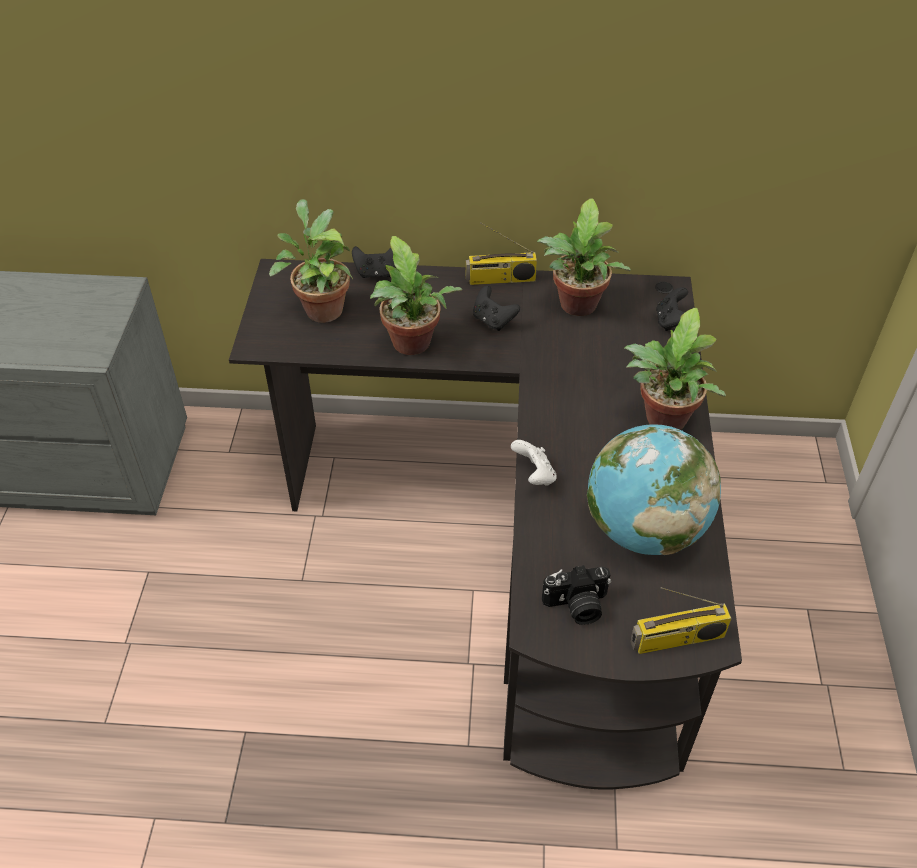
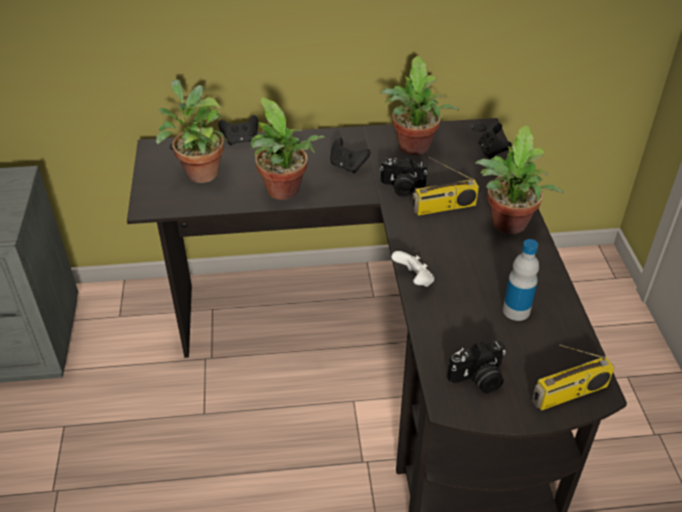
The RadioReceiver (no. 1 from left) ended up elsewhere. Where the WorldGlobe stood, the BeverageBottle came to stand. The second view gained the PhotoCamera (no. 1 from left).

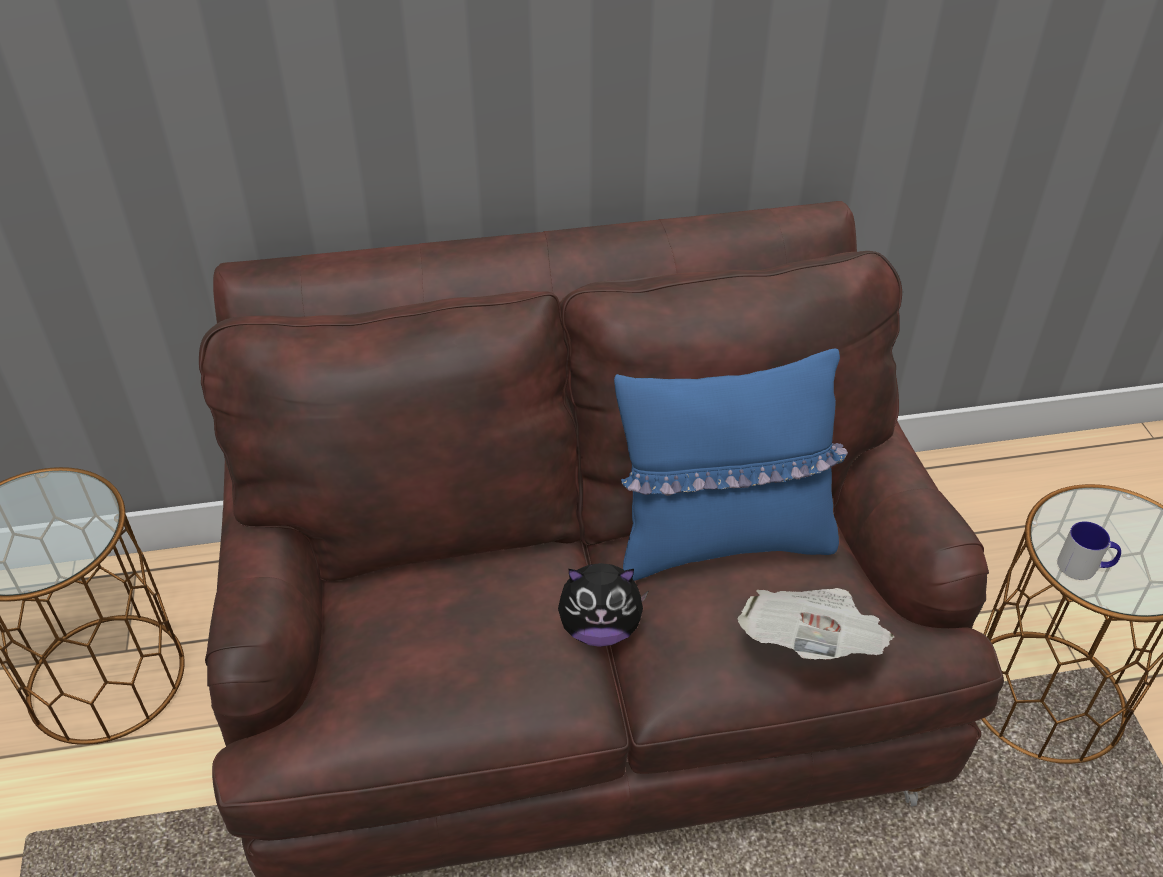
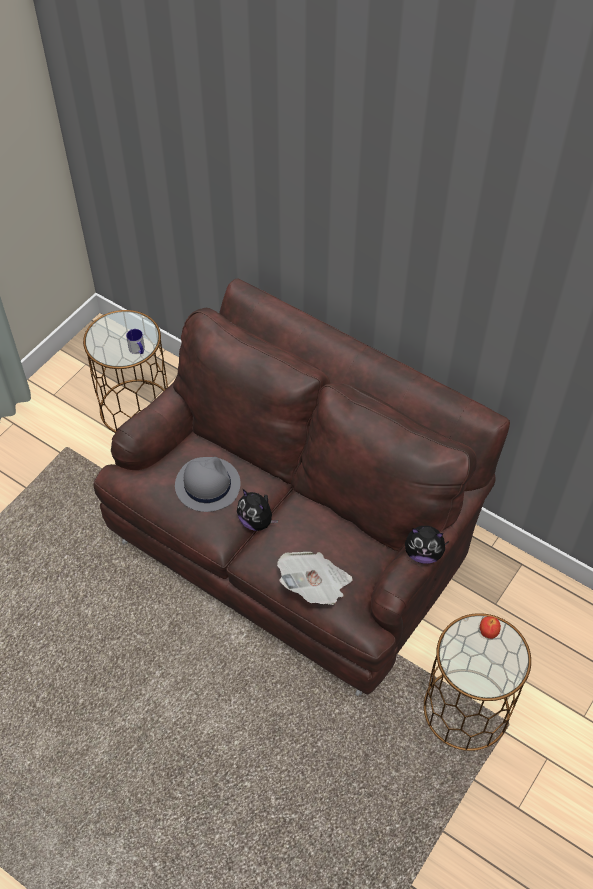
The second view lost the BlueThrowPillow. The Mug ended up elsewhere. The second view gained the GrayClothingHat. The second view gained the PlushToy (no. 2 from left). The second view gained the AppleFruit.

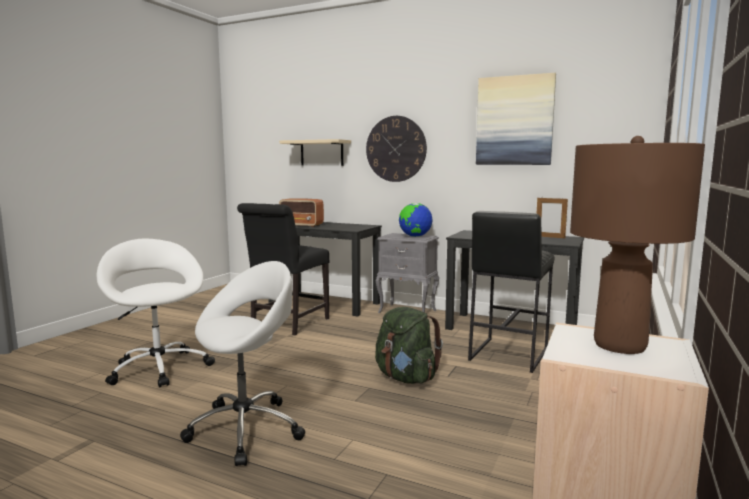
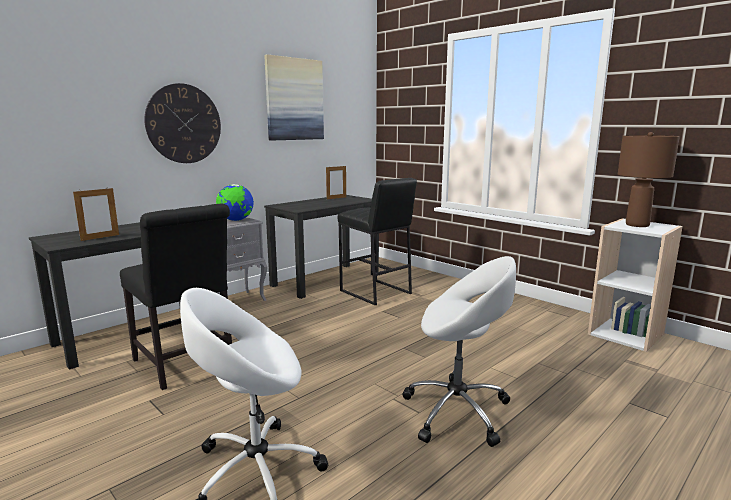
The WhiteColouredComputerChair (no. 2 from left) ended up facing another way, 120 degrees clockwise from before. The second view lost the SandColouredShelf. Where the RadioReceiver stood, the PhotoFrame (no. 1 from left) came to stand. The second view lost the GreenishKnapsack.

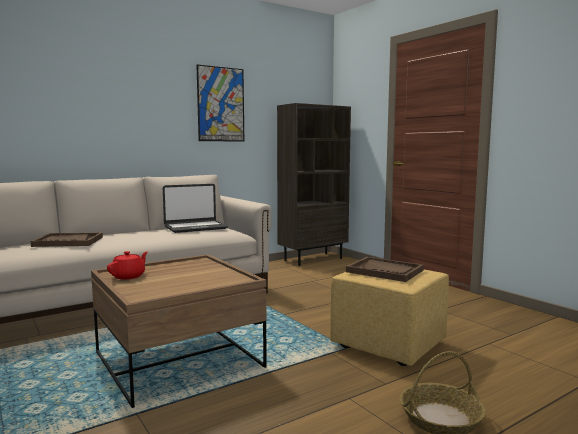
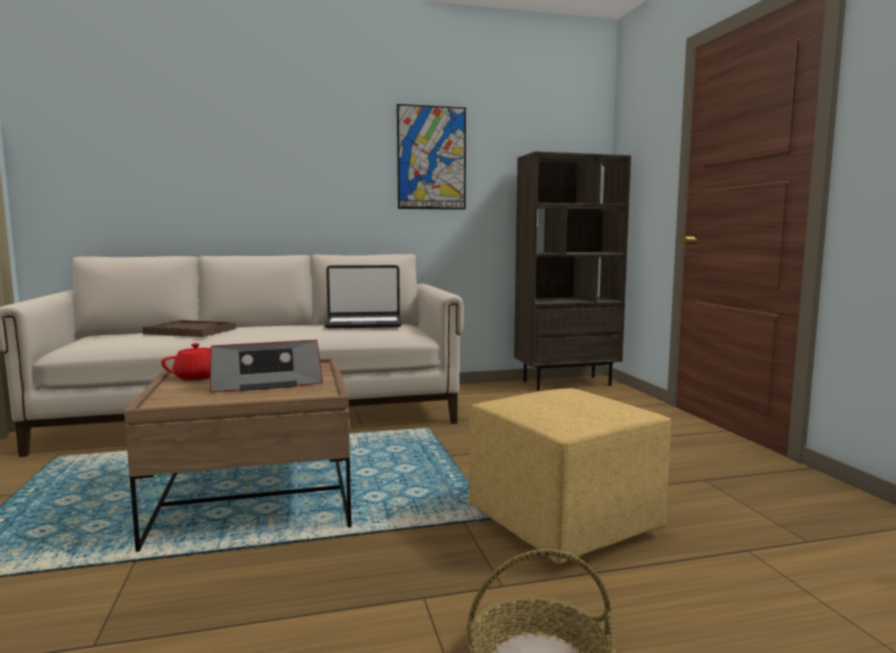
The second view lost the BrownColouredTray (no. 2 from left). The second view gained the RadioReceiver.

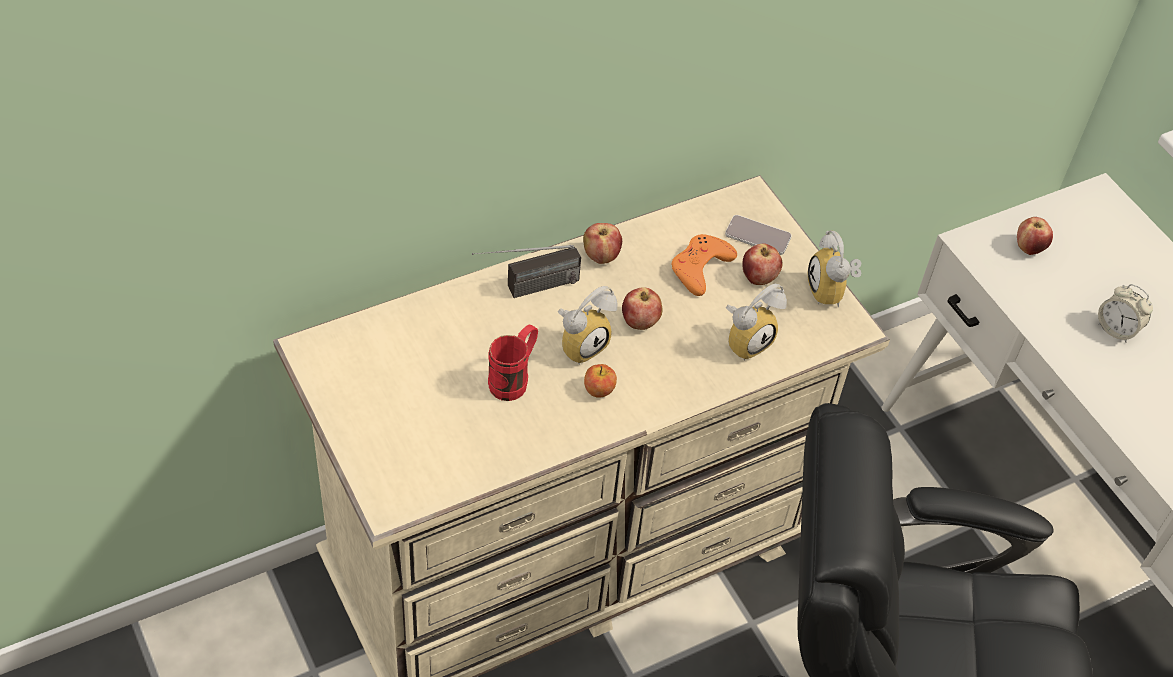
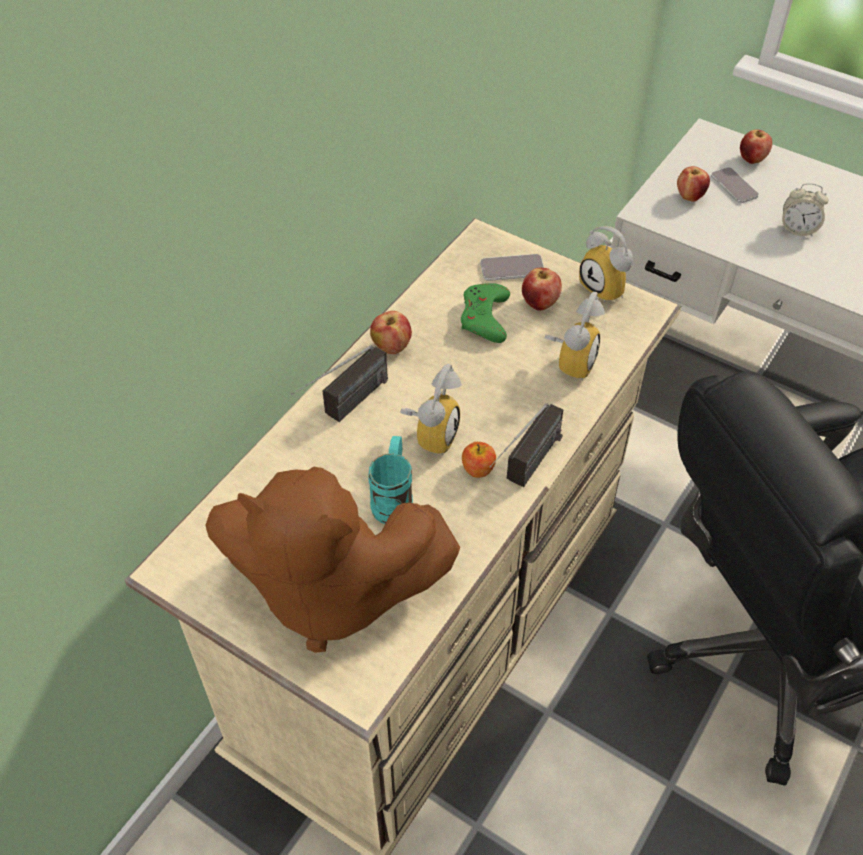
What was the RedMug turned into the BlueGreenMug. The AppleFruit (no. 3 from left in the first image) ended up elsewhere. What was the OrangeGamepad turned into the GreenishGamepad. The second view gained the BrownColouredPlushToy. The second view gained the RadioReceiver (no. 2 from left). The second view gained the Telephone (no. 2 from left).

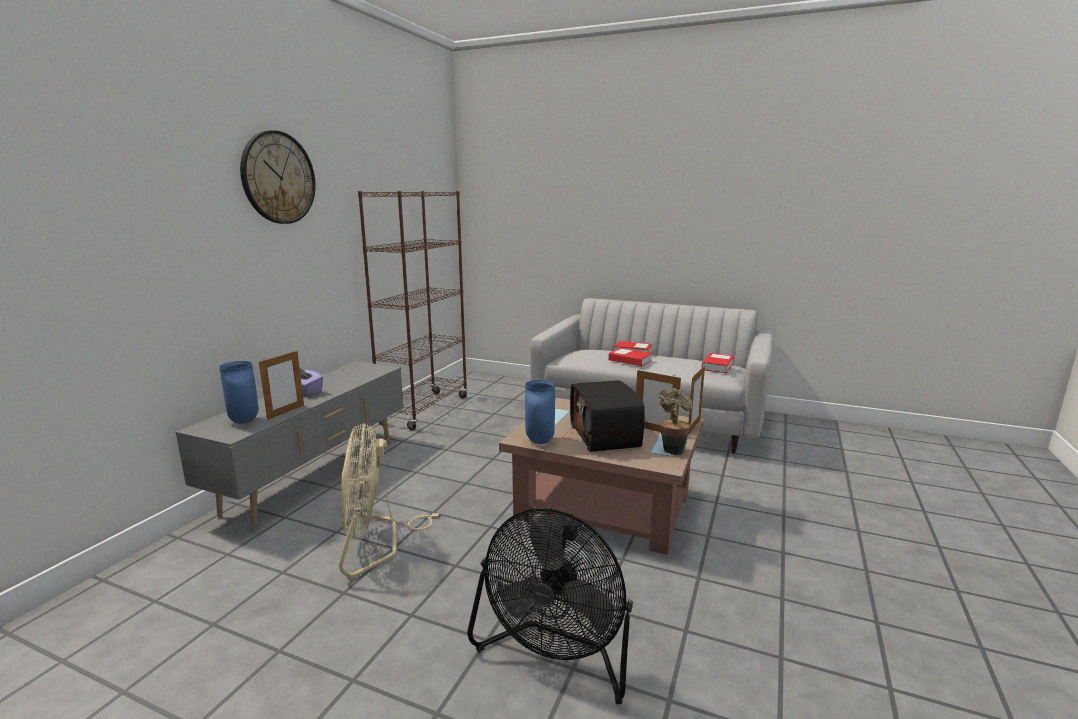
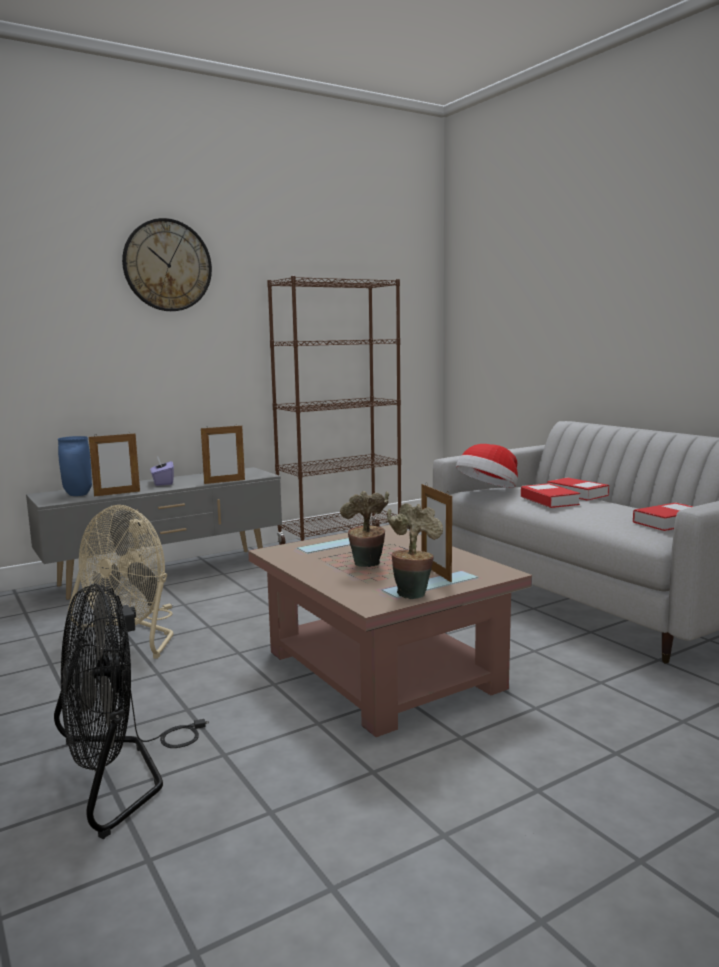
The SandColouredCoolingFan ended up facing another way, 75 degrees counterclockwise from before. The second view lost the BlueVase (no. 2 from left). Where the RadioReceiver stood, the Houseplant (no. 1 from left) came to stand. The PhotoFrame (no. 3 from left in the first image) ended up elsewhere. The second view gained the ClothingHat.

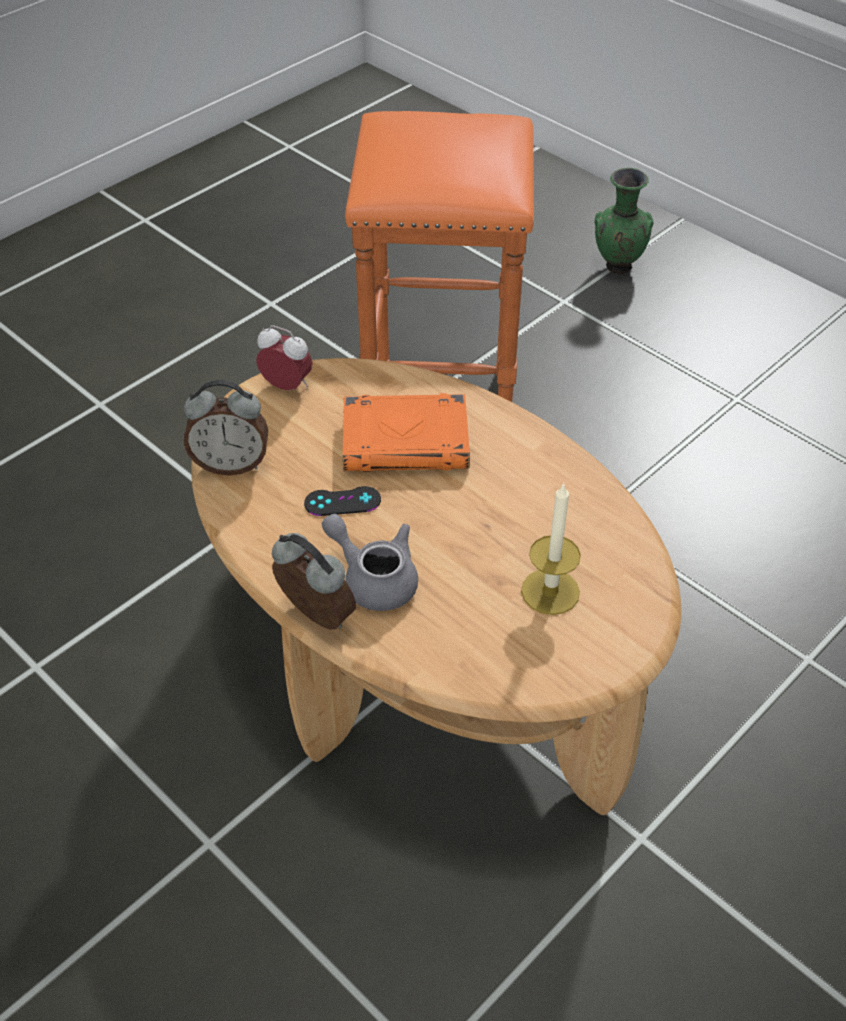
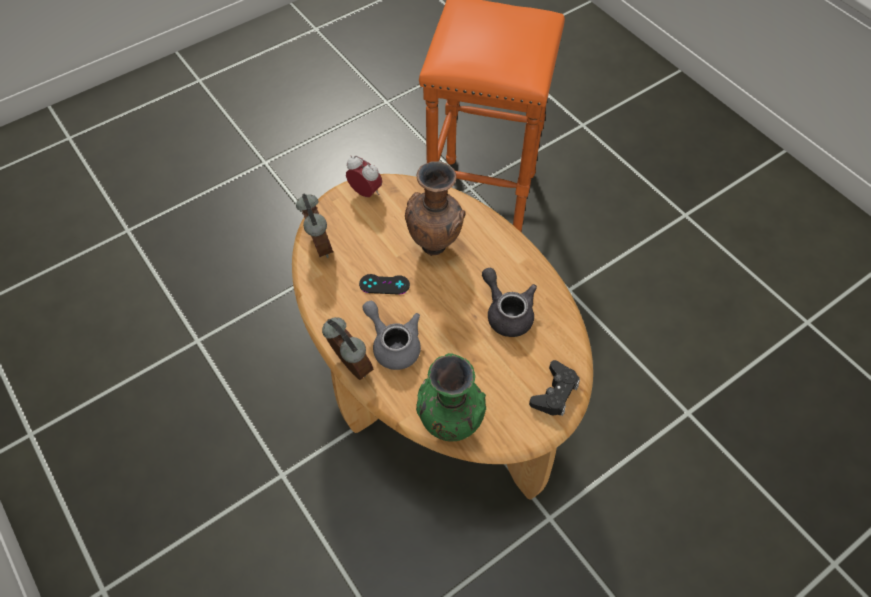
The AlarmClock (no. 1 from left) ended up facing another way, 120 degrees counterclockwise from before. Where the OrangeBook stood, the BrownColouredVase came to stand. The second view lost the WaxLight. The GreenishVase ended up elsewhere. The second view gained the GrayTeaPot (no. 2 from left). The second view gained the BlackishGamepad (no. 2 from left).

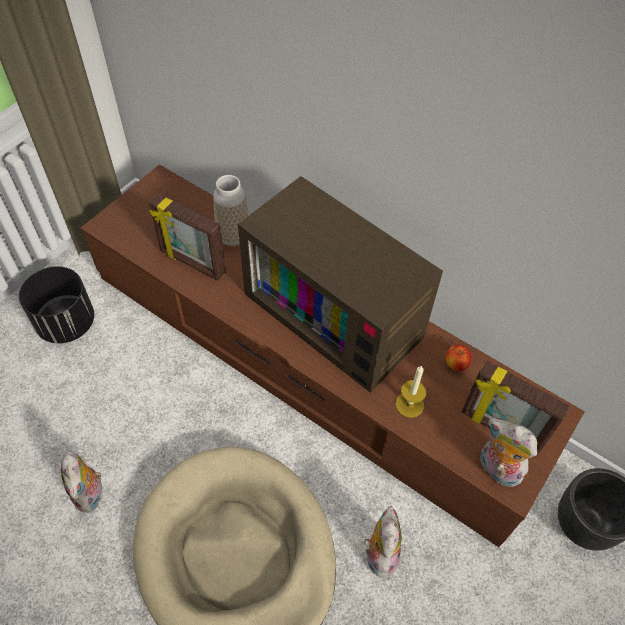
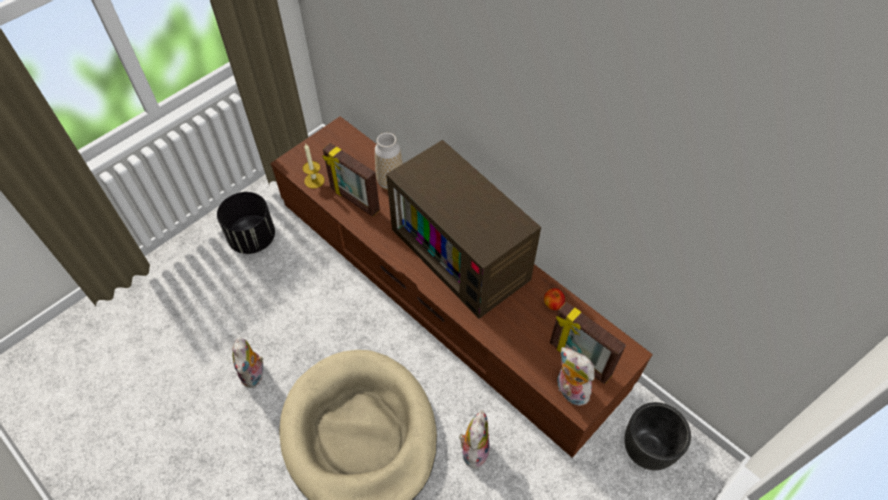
The WaxLight ended up elsewhere.

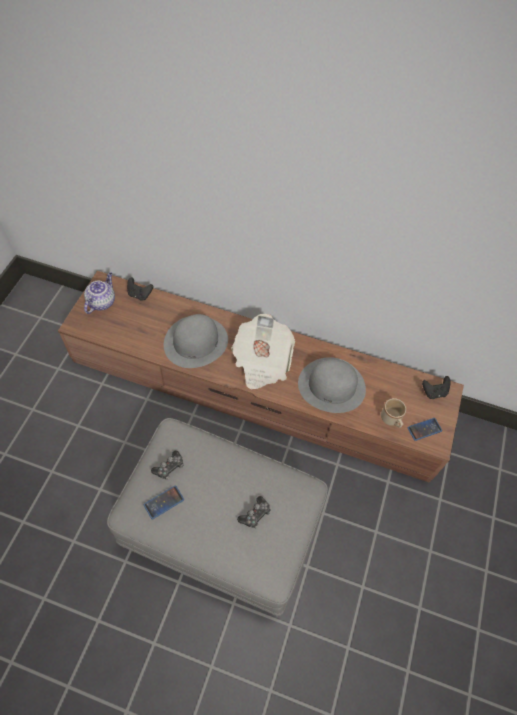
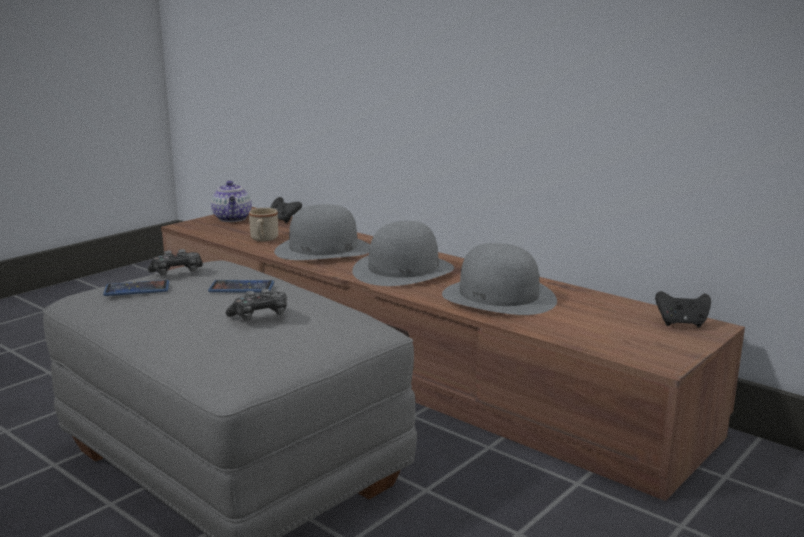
The TeaPot ended up facing another way, 120 degrees clockwise from before. Where the Newspaper stood, the GrayClothingHat (no. 2 from left) came to stand. The SandColouredMug ended up elsewhere. The Telephone (no. 2 from left) ended up elsewhere.

